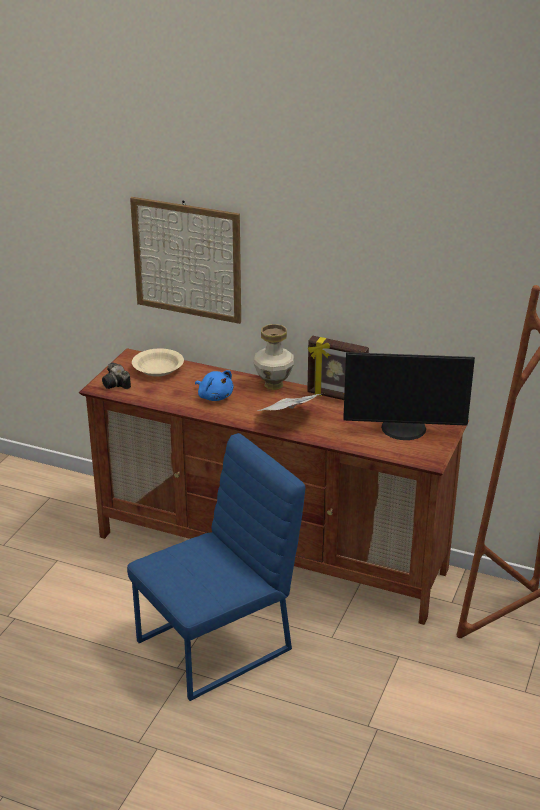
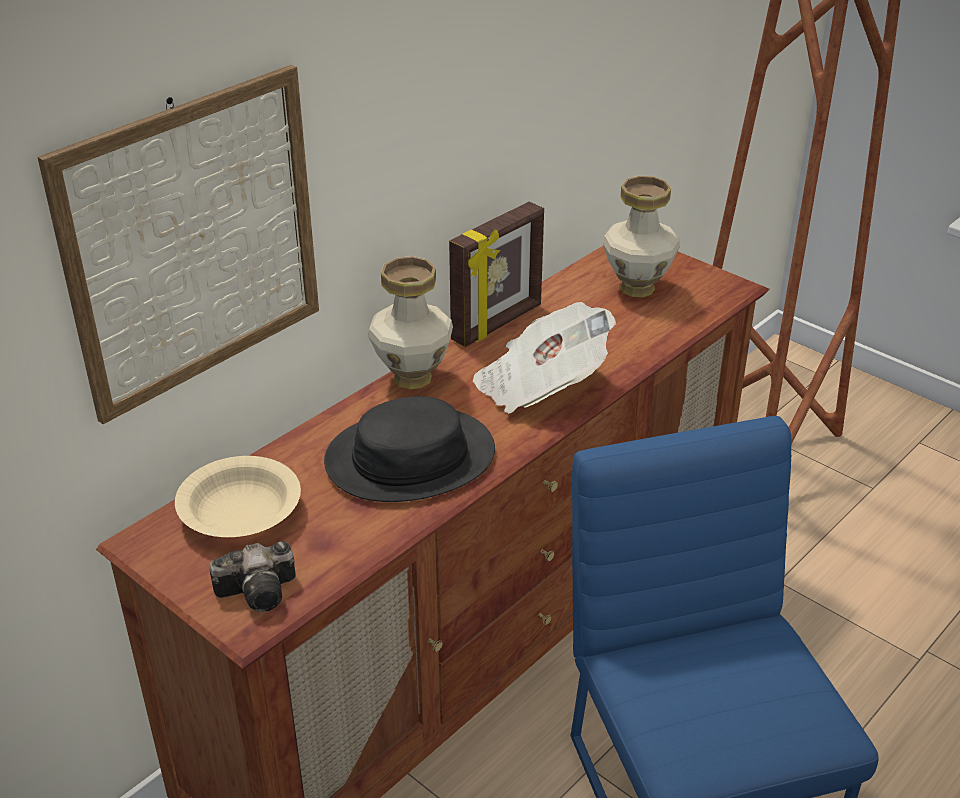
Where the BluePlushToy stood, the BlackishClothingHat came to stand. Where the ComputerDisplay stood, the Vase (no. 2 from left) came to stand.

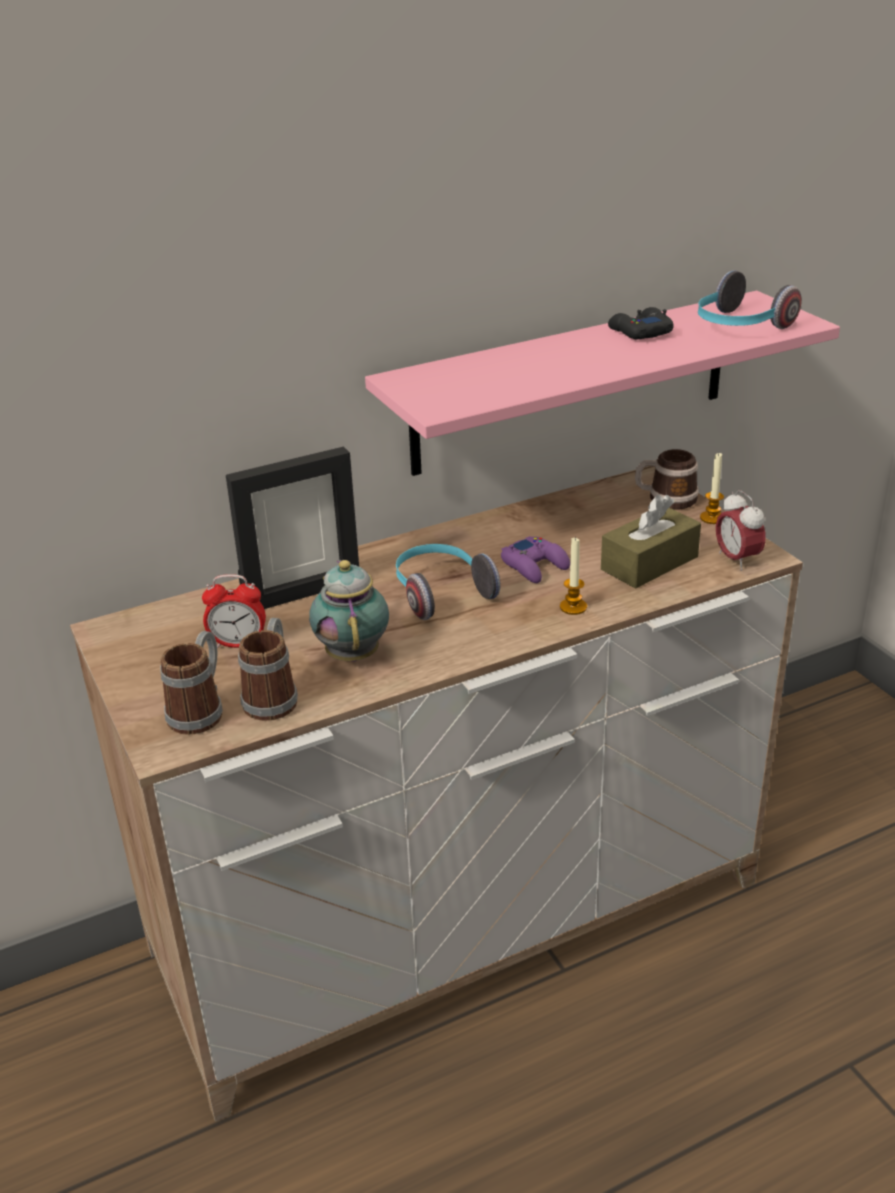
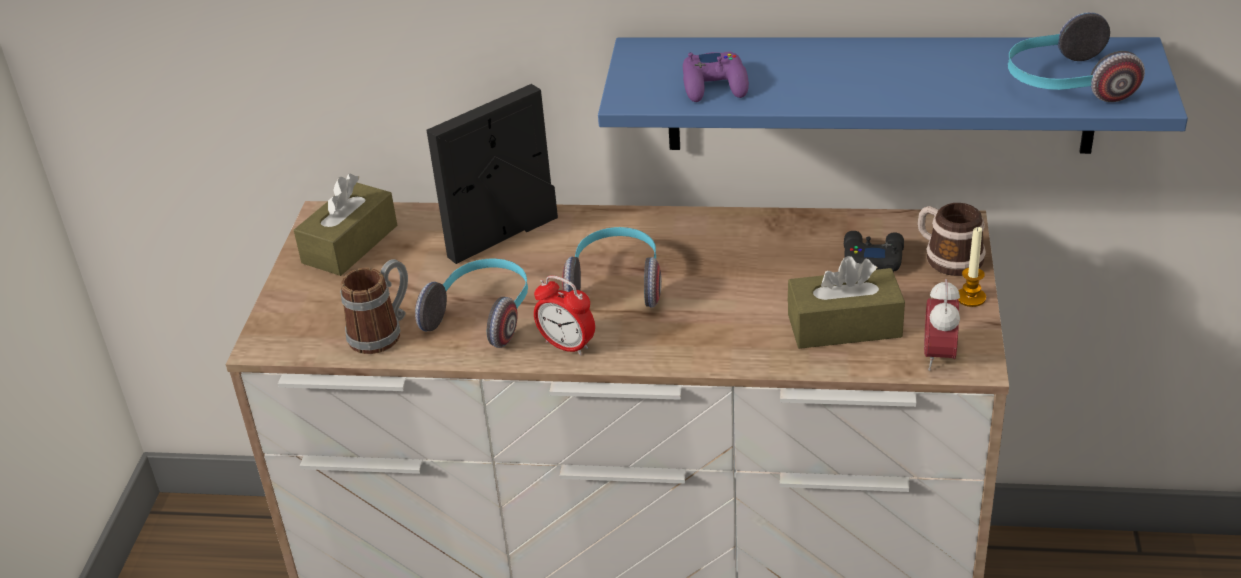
The second view lost the Mug (no. 1 from left). The AlarmClock (no. 1 from left) ended up elsewhere. The PhotoFrame ended up facing another way, 135 degrees clockwise from before. Where the TeaPot stood, the Headphones (no. 1 from left) came to stand. What was the PinkShelf turned into the BlueShelf. The PurpleGamepad ended up elsewhere. The second view lost the WaxLight (no. 1 from left). The BlackishGamepad ended up elsewhere. The second view gained the BrownColouredBoxOfTissues (no. 1 from left).

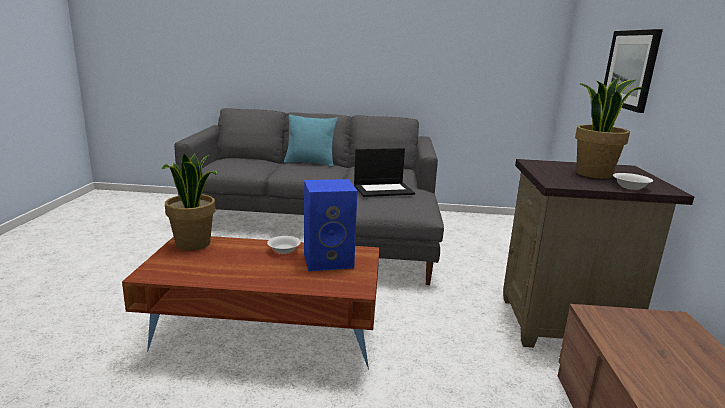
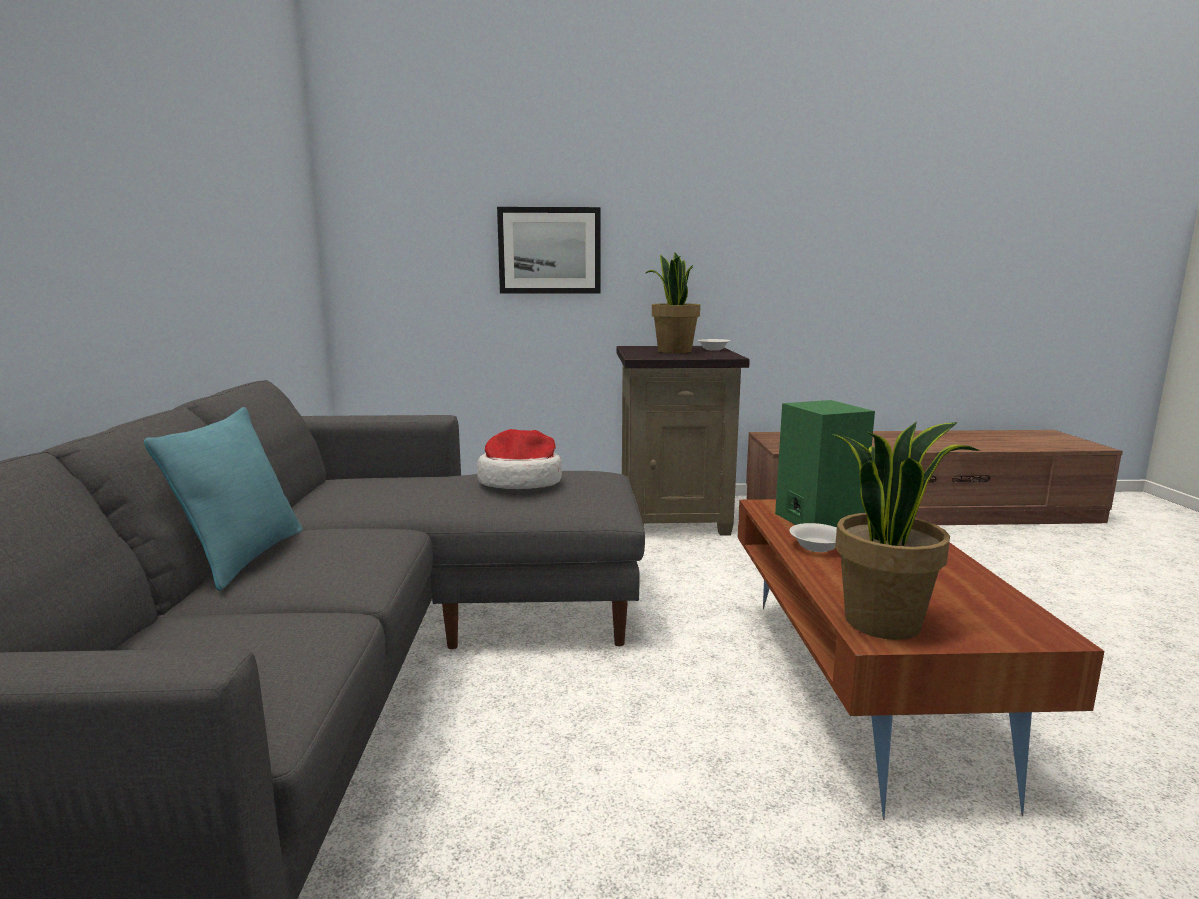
What was the BlueAudioSpeaker turned into the GreenishAudioSpeaker. Where the NotebookComputer stood, the ClothingHat came to stand.

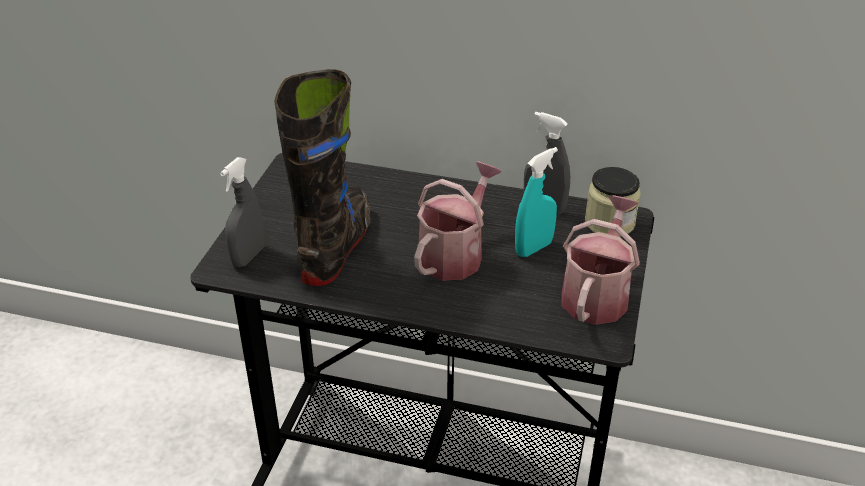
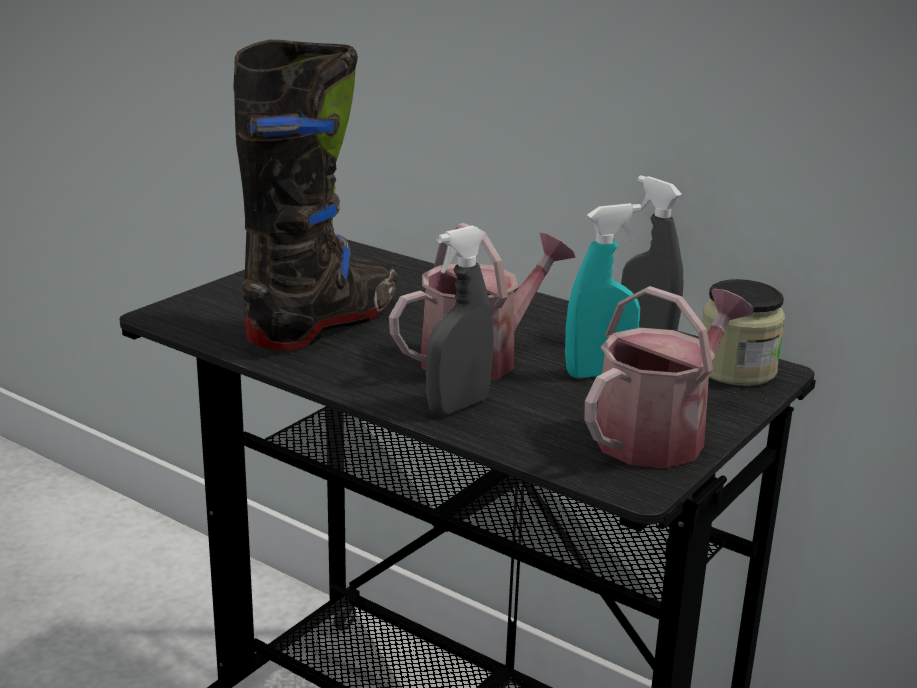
The GraySprayBottle (no. 1 from left) ended up elsewhere.

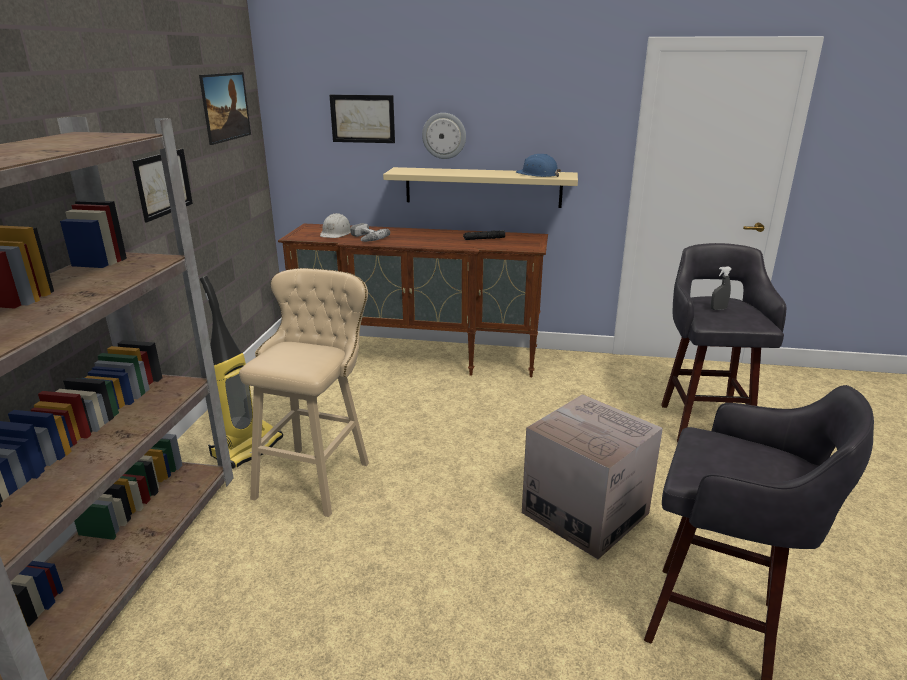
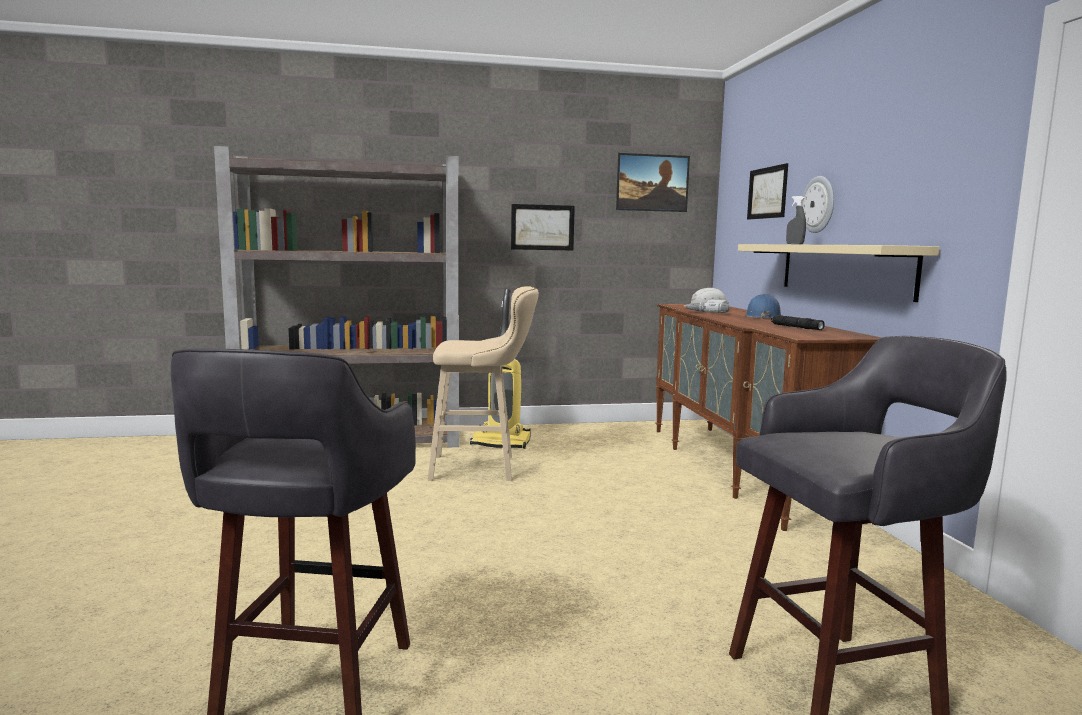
The BlueWorkHelmet ended up elsewhere. The second view lost the CardboardBox. The GraySprayBottle ended up elsewhere.

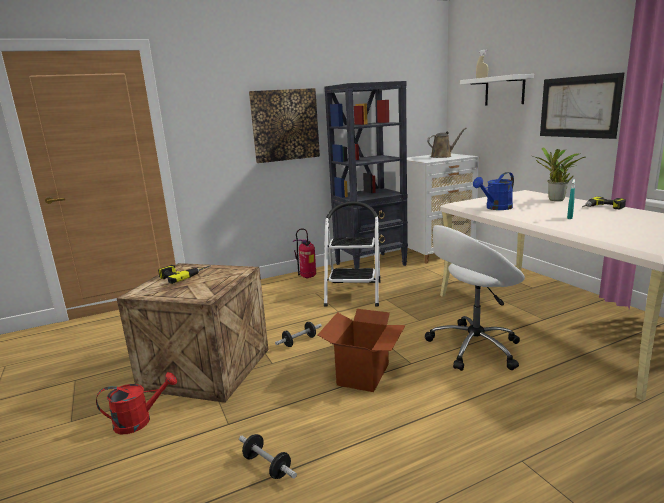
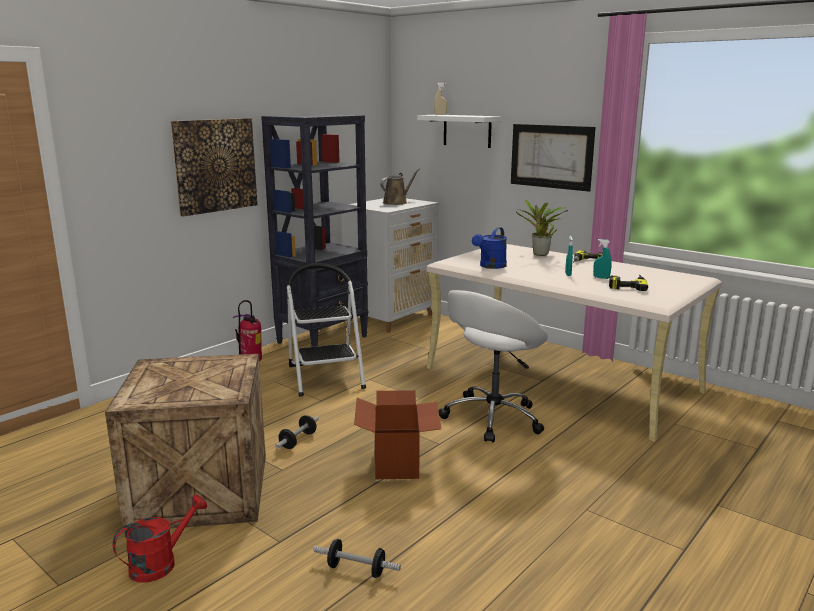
The PowerDrill (no. 1 from left in the first image) ended up elsewhere. The second view gained the BlueGreenSprayBottle (no. 2 from left).

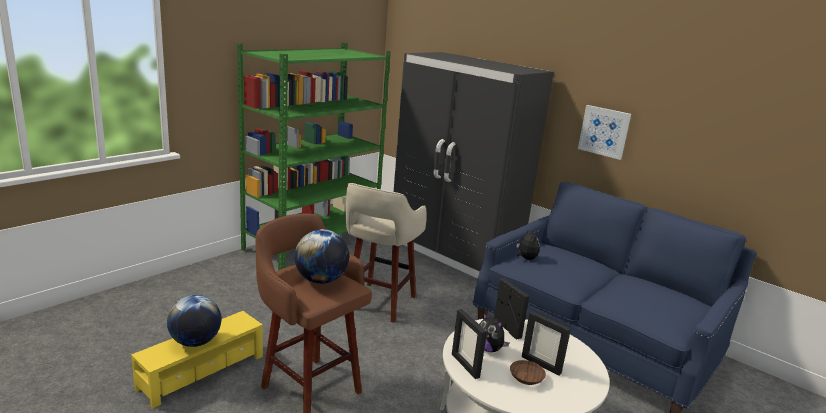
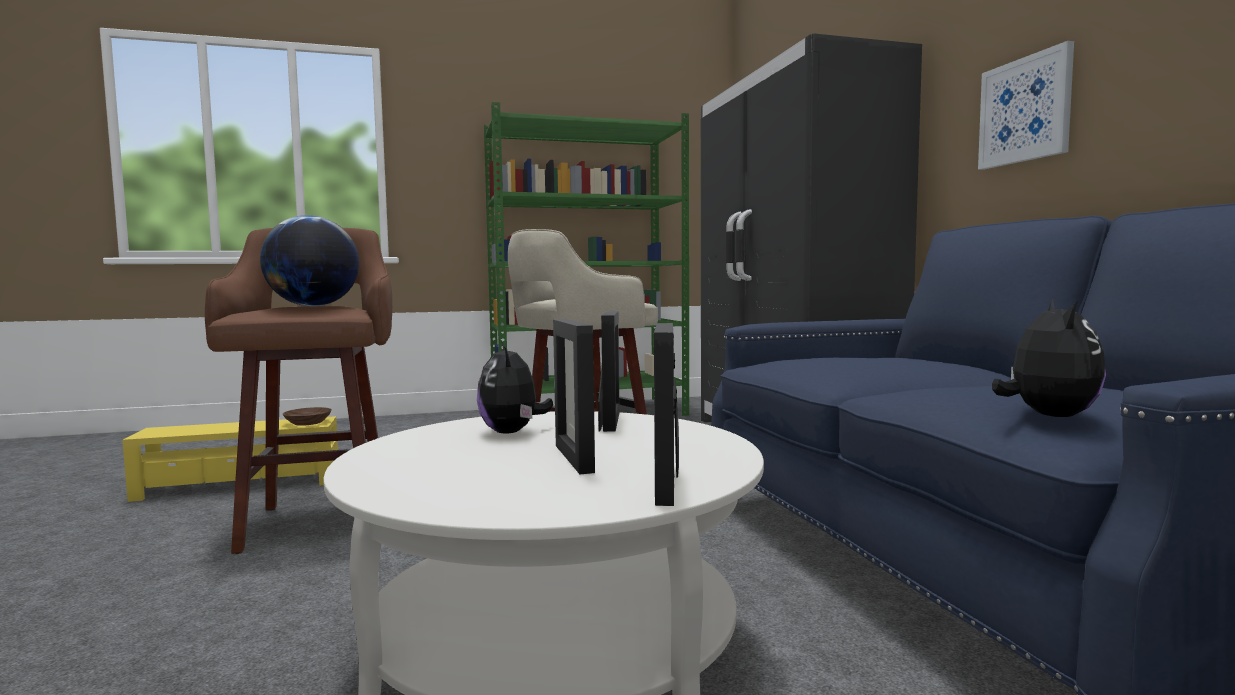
The second view lost the WorldGlobe (no. 1 from left). The PhotoFrame (no. 1 from left in the first image) ended up elsewhere. The BrownColouredDeepDish ended up elsewhere. The PlushToy (no. 2 from left) ended up elsewhere.

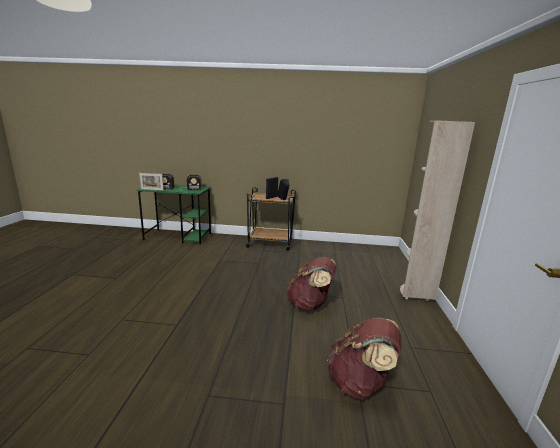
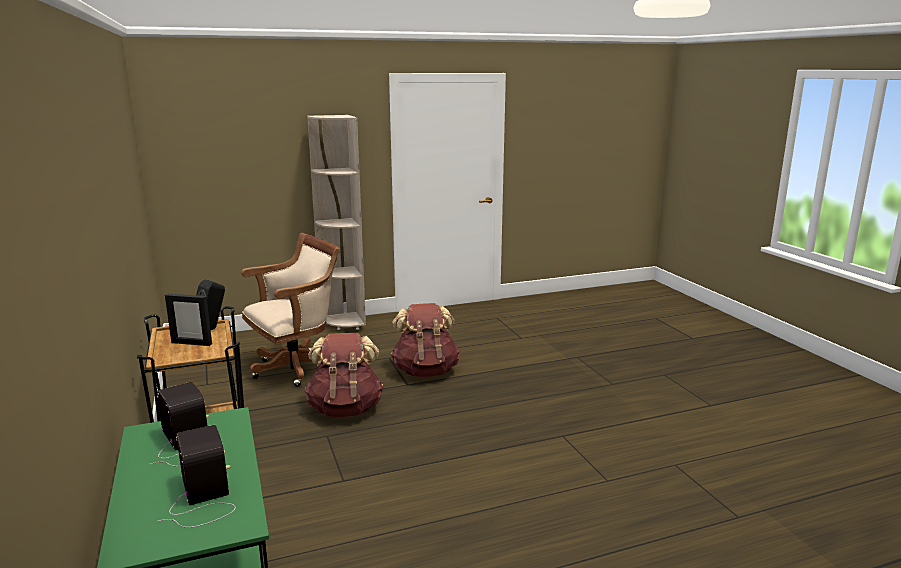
The second view lost the PhotoFrame (no. 1 from left). The BrownColouredKnapsack (no. 2 from left in the first image) ended up elsewhere. The second view gained the ComputerChair.

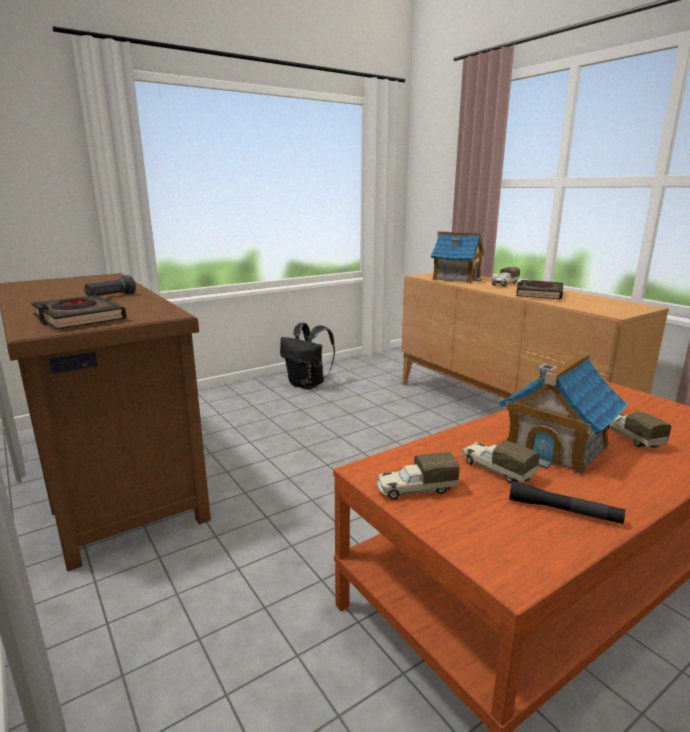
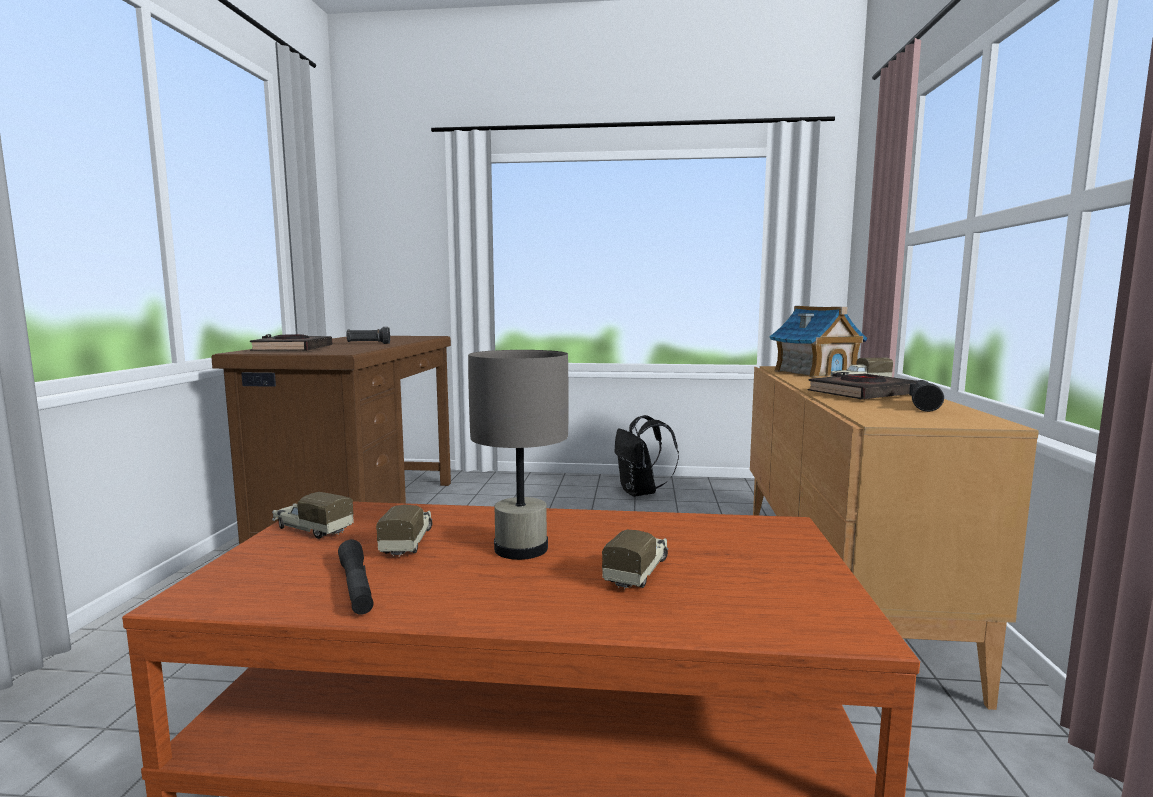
Where the MiniatureHouse (no. 2 from left) stood, the GrayTabletopLamp came to stand. The second view gained the BlackishHandTorch (no. 3 from left).

